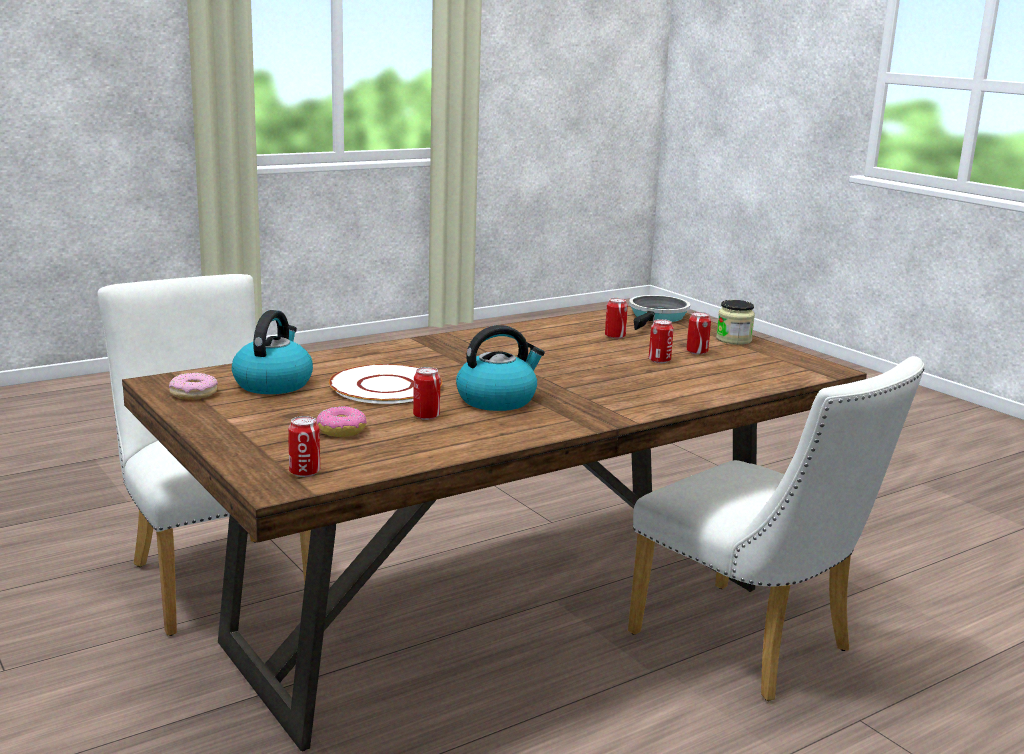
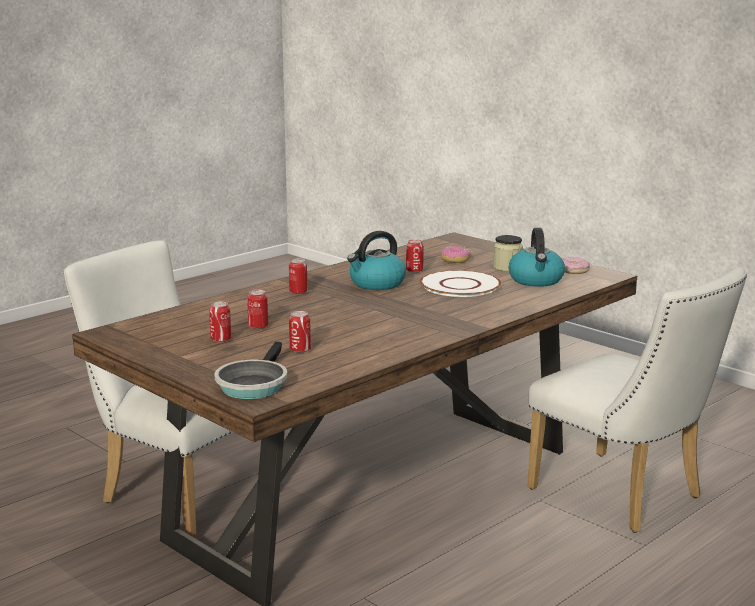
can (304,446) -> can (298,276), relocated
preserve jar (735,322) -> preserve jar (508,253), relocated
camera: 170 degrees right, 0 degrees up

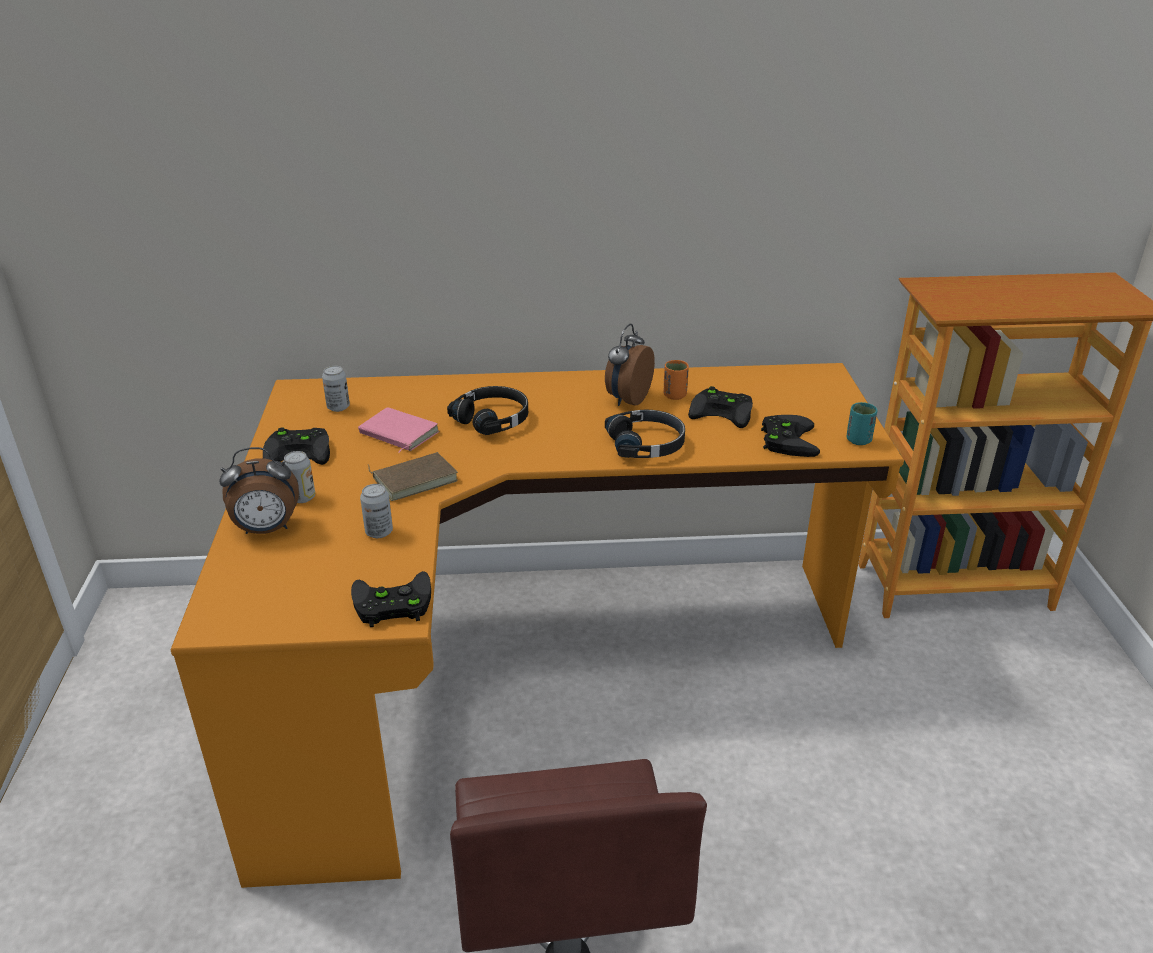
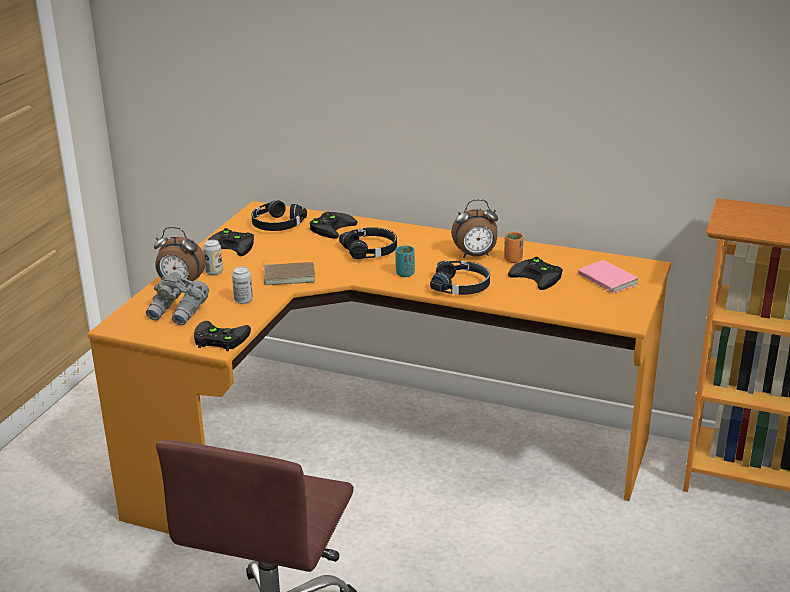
none -> field glasses in greyish (177,298)
volume in pink-coloured (399,430) -> volume in pink-coloured (608,276), relocated
game controller in black-coloured (790,436) -> game controller in black-coloured (333,225), relocated
small cup in turquoise-coloured (862,423) -> small cup in turquoise-coloured (405,261), relocated
can (336,389) -> headphones in black-coloured (279,215)
table clock (630,365) -> table clock (474,228), 150 degrees counterclockwise
camera: 25 degrees right, 5 degrees down

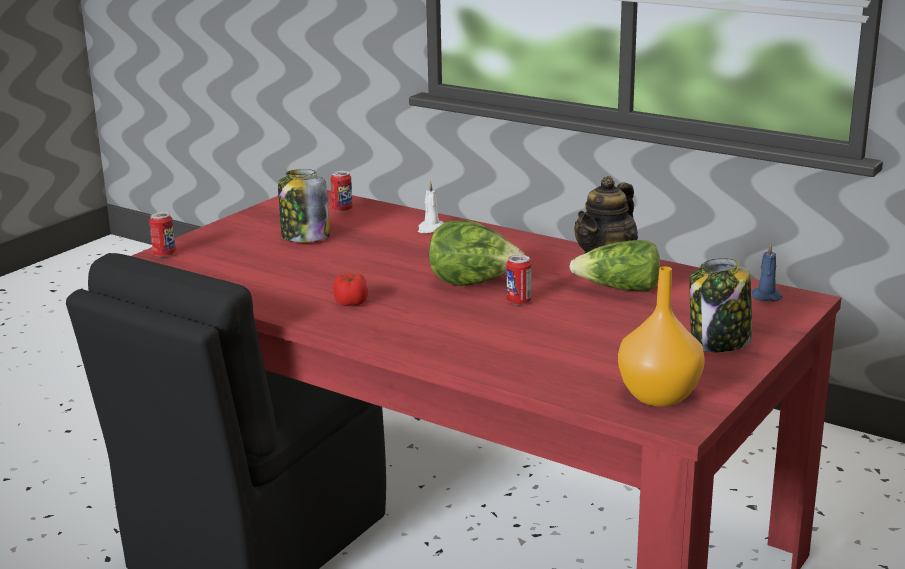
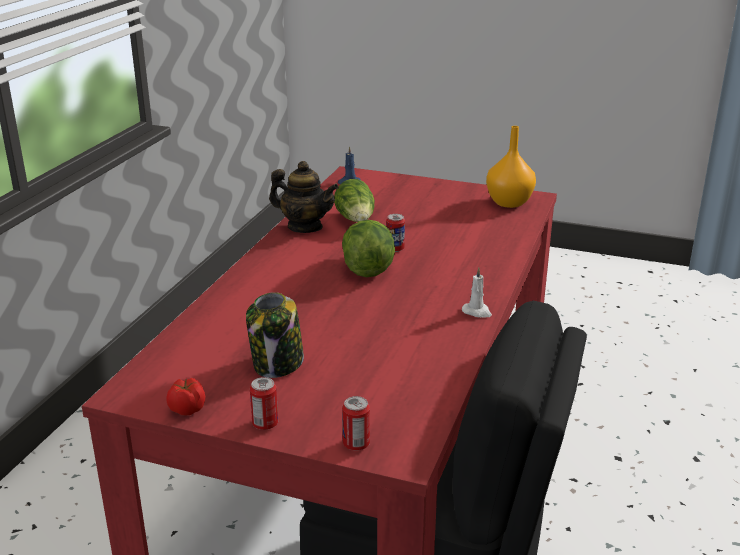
preserve jar (721,305) -> none
can (341,191) -> can (264,403), relocated
whole tomato (350,289) -> whole tomato (186,397), relocated
candle in whitish (431,207) -> candle in whitish (477,293), relocated
camera: 105 degrees left, 5 degrees up

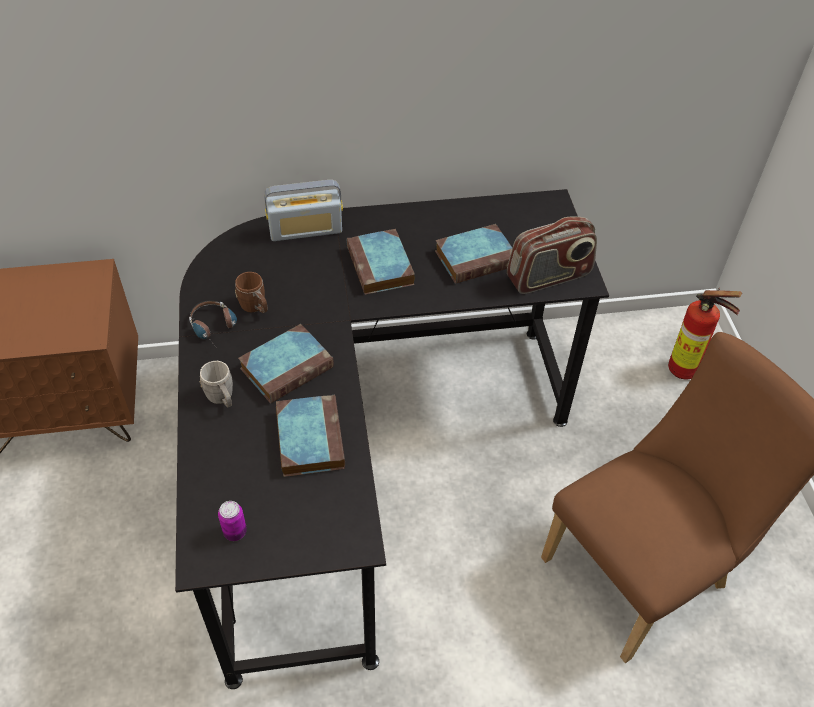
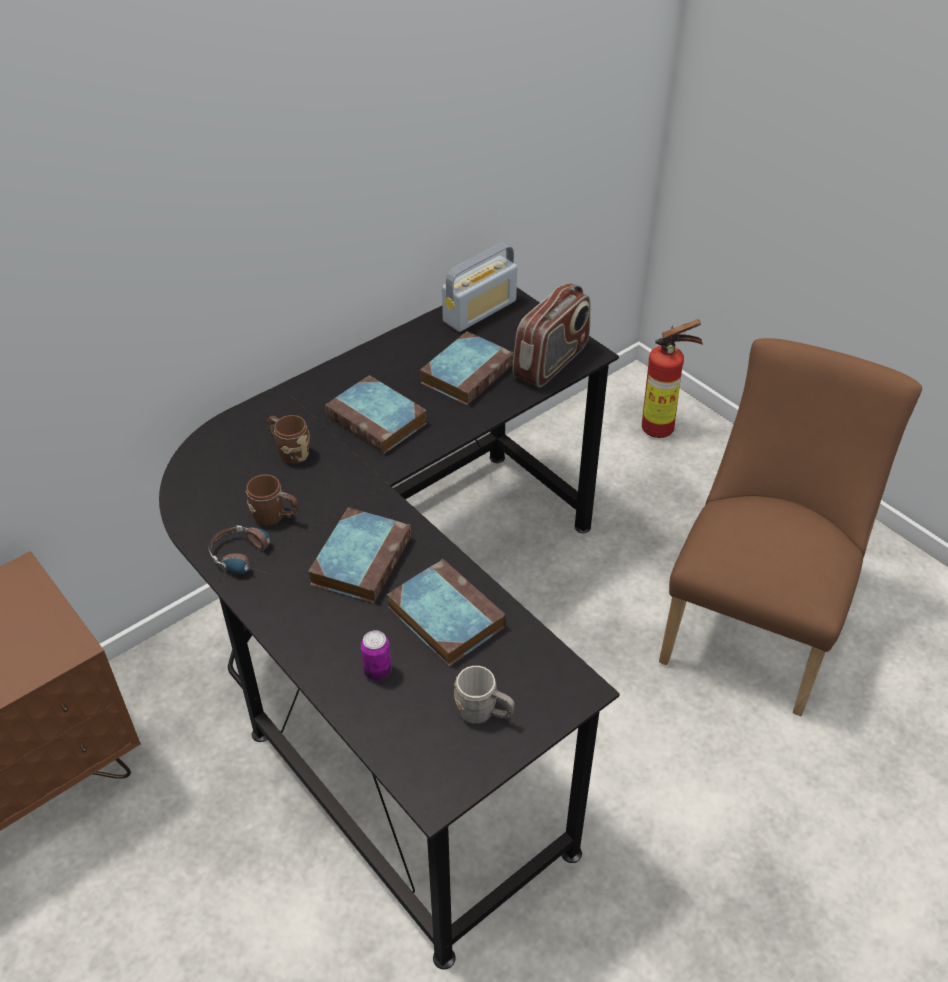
none -> coffee mug in brownish (288,439)
coffee mug in greyish (216,384) -> coffee mug in greyish (484,695), relocated
can (232,521) -> can (376,655), relocated
radio set (303,210) -> radio set (479,287), relocated
camera: 30 degrees left, 5 degrees down

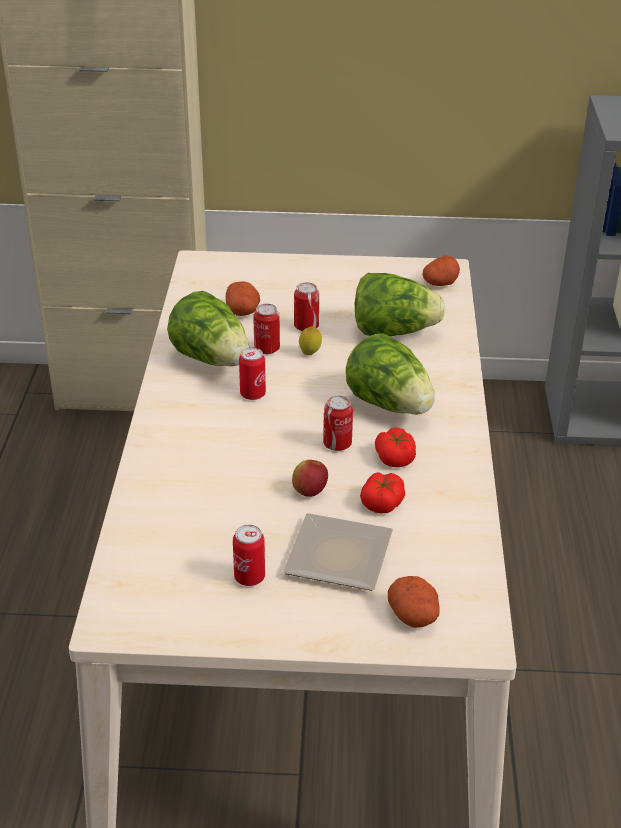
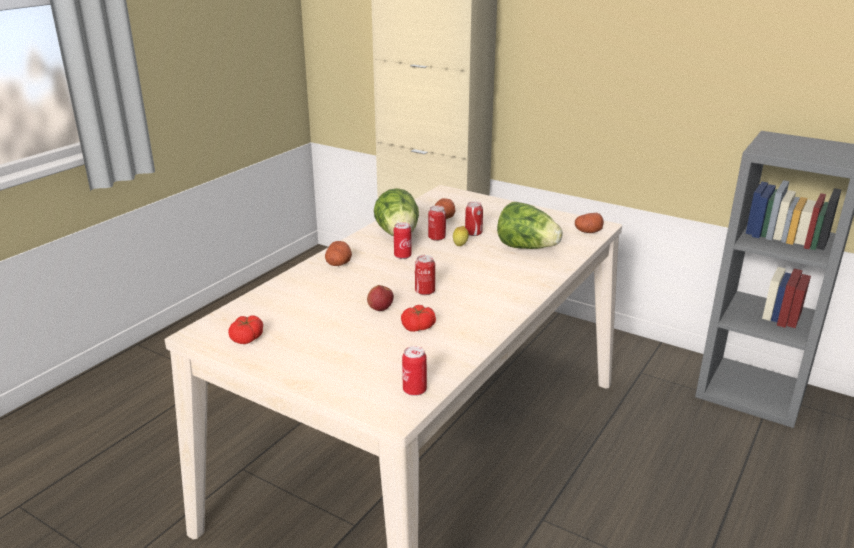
plate (338,552) -> none
head of lettuce (390,374) -> none
can (249,555) -> can (414,371), relocated
whole tomato (395,447) -> whole tomato (245,329), relocated
whole potato (414,602) -> whole potato (338,253), relocated
camera: 30 degrees right, 10 degrees down

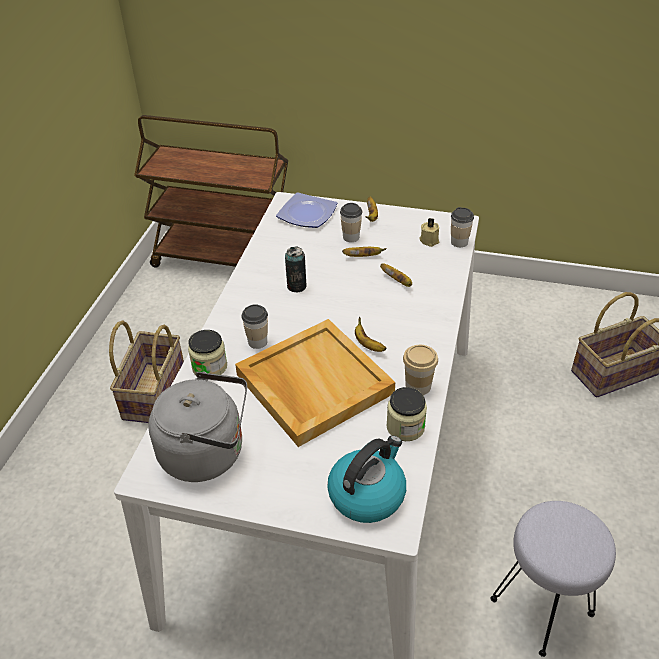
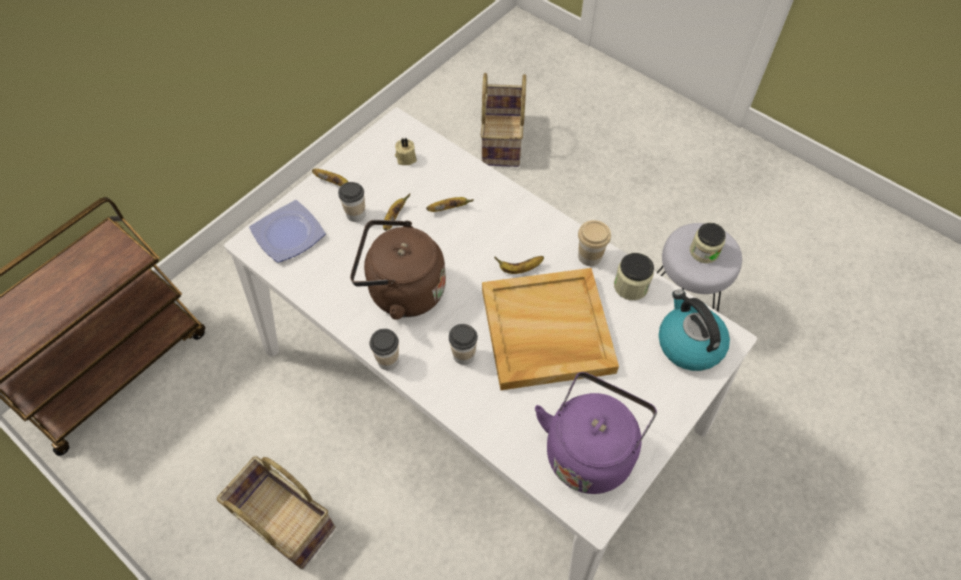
preserve jar (207,352) -> preserve jar (708,243), relocated
small cup (462,227) -> small cup (384,349), relocated
can (295,269) -> kettle in brownish (398,270)
kettle in greyish (197,426) -> kettle in purple (596,433)
camera: 65 degrees left, 15 degrees up

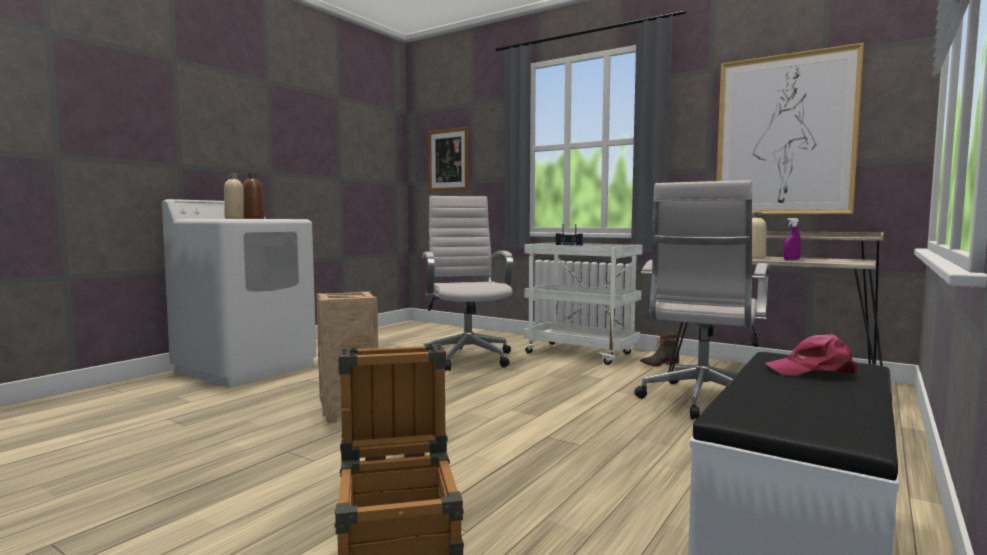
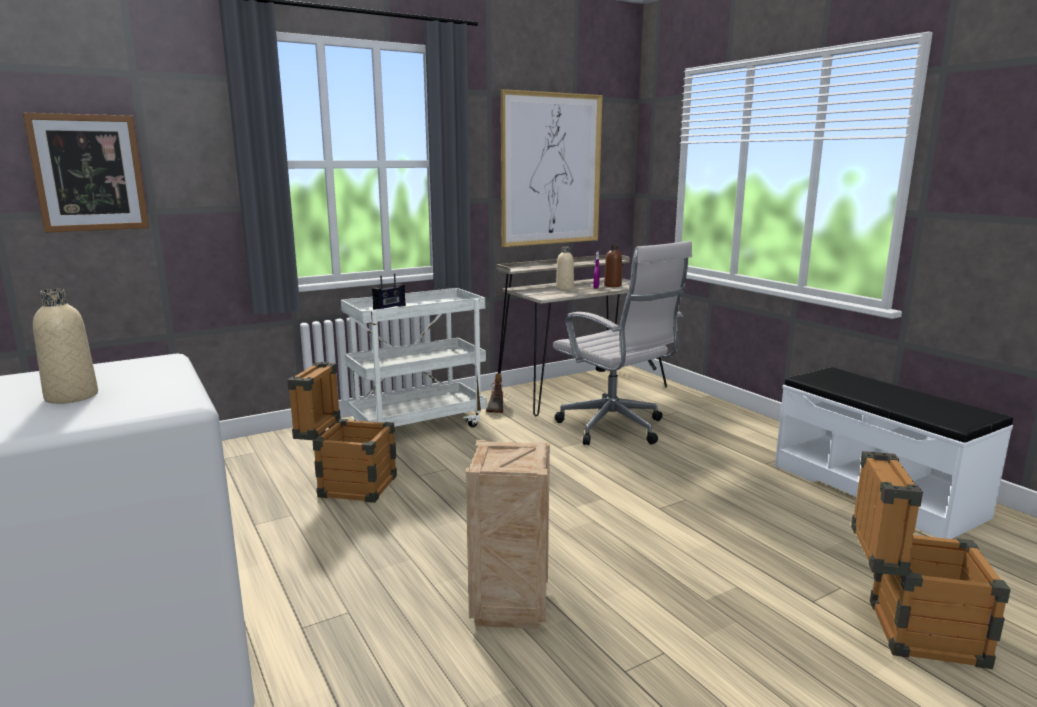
cap in pink-coloured (811,355) -> none
bottle in brownish (253,196) -> bottle in brownish (613,265), relocated
office chair in whitish (467,283) -> shipping crate (342,432)
camera: 65 degrees left, 10 degrees up

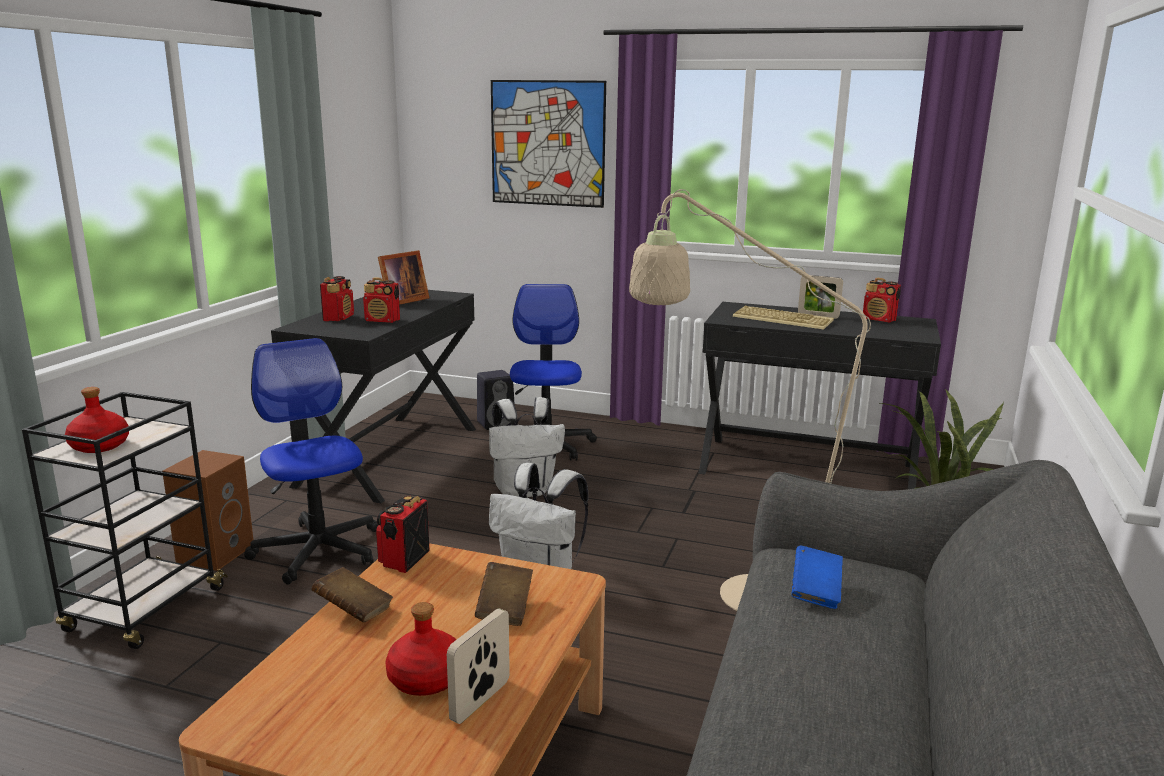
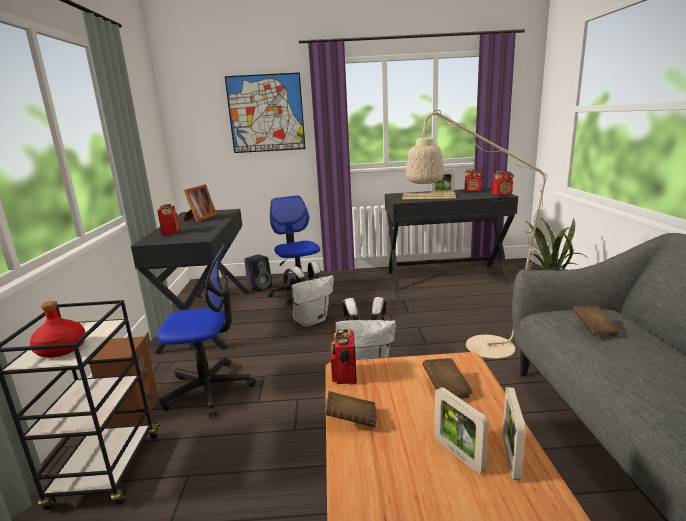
radio set (381,300) -> radio set (503,183), relocated
bottle in red-coloured (420,649) -> standing frame (461,430)
volume in blue-coloured (817,577) -> volume in brownish (596,321)
office chair (311,461) -> office chair (206,331), 135 degrees clockwise
camera: 20 degrees left, 0 degrees up

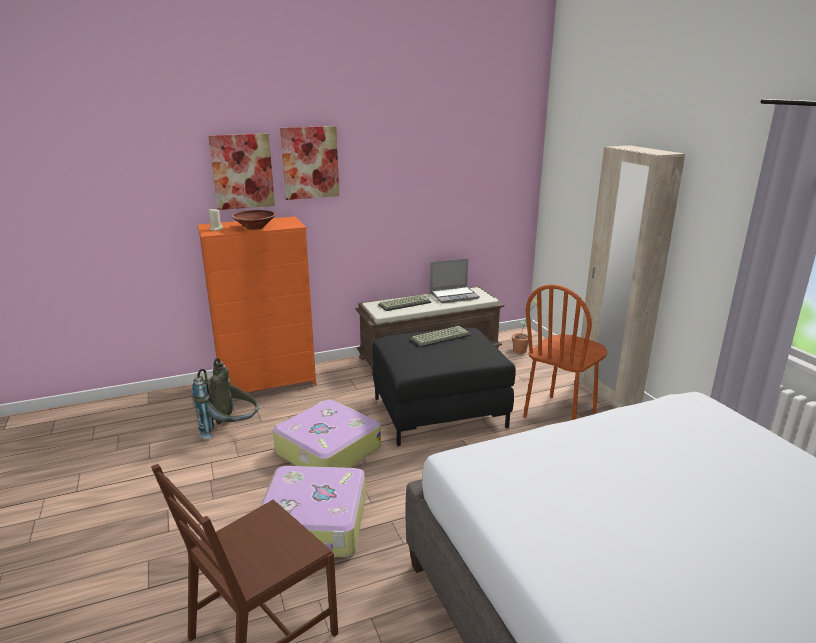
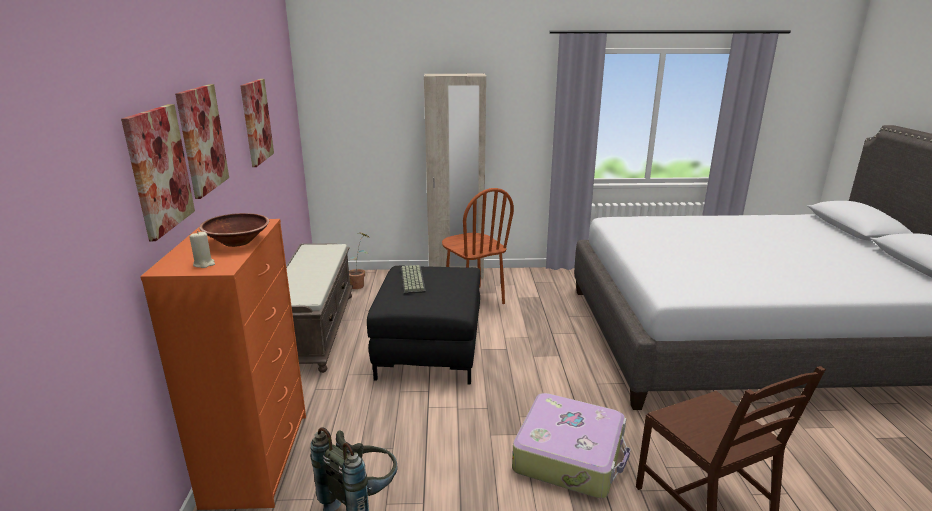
travel case (327,434) -> none
PC keyboard (405,303) -> none
laptop (455,280) -> none
none -> wall art (257,123)
camera: 70 degrees left, 0 degrees up

